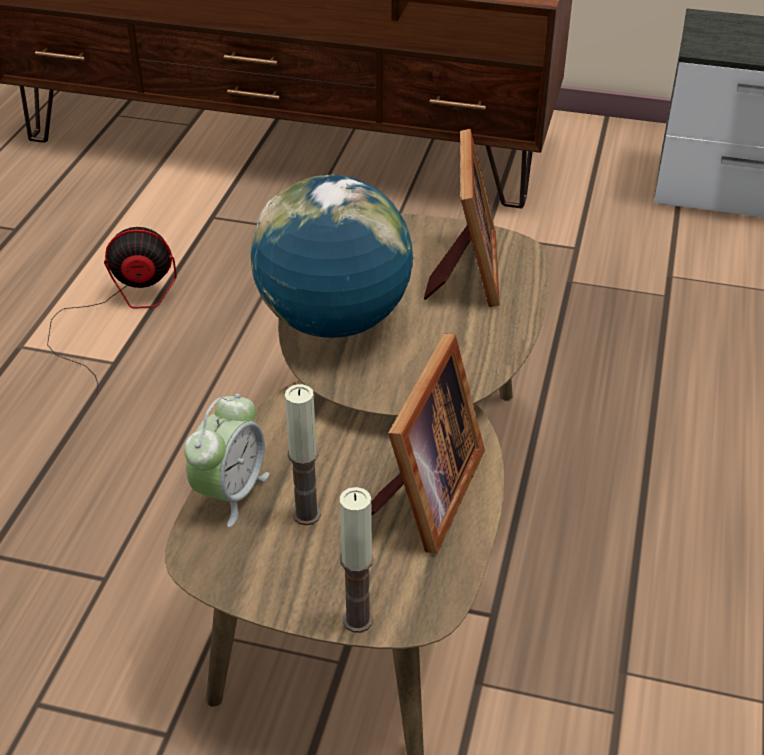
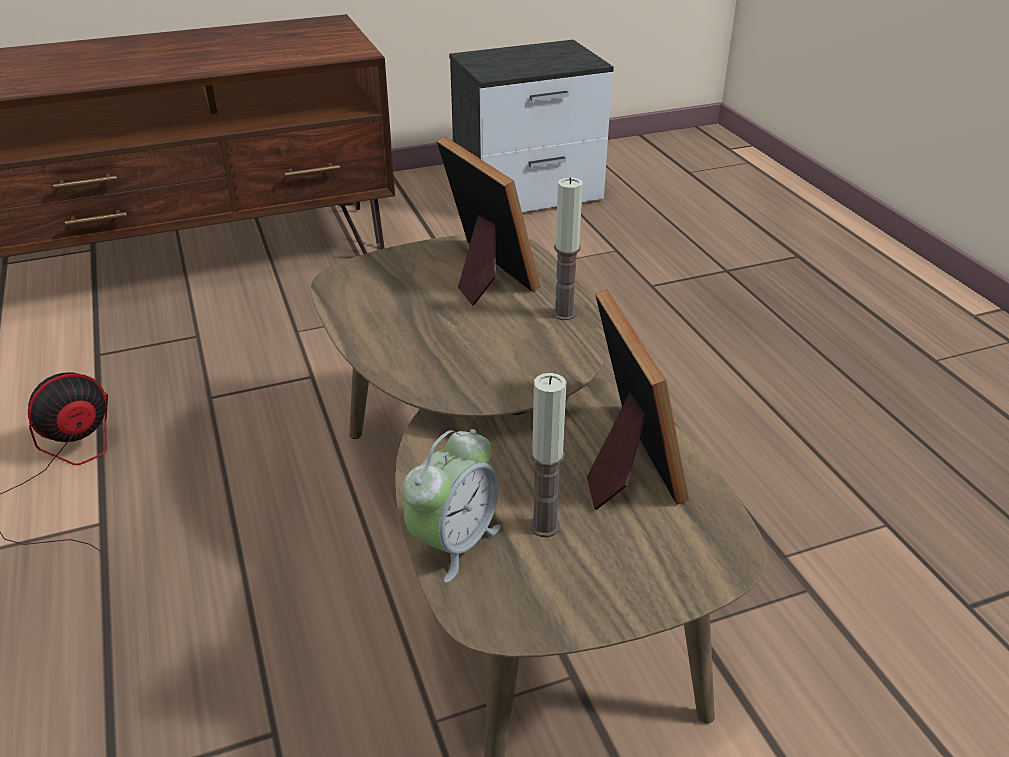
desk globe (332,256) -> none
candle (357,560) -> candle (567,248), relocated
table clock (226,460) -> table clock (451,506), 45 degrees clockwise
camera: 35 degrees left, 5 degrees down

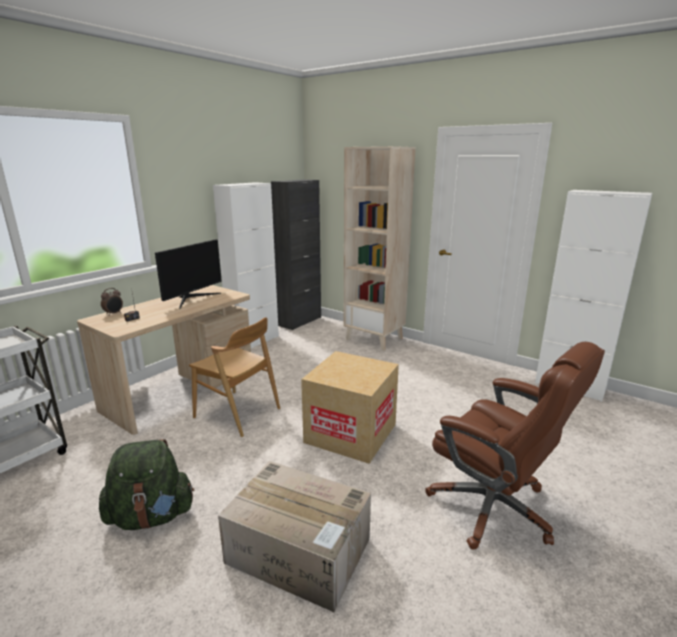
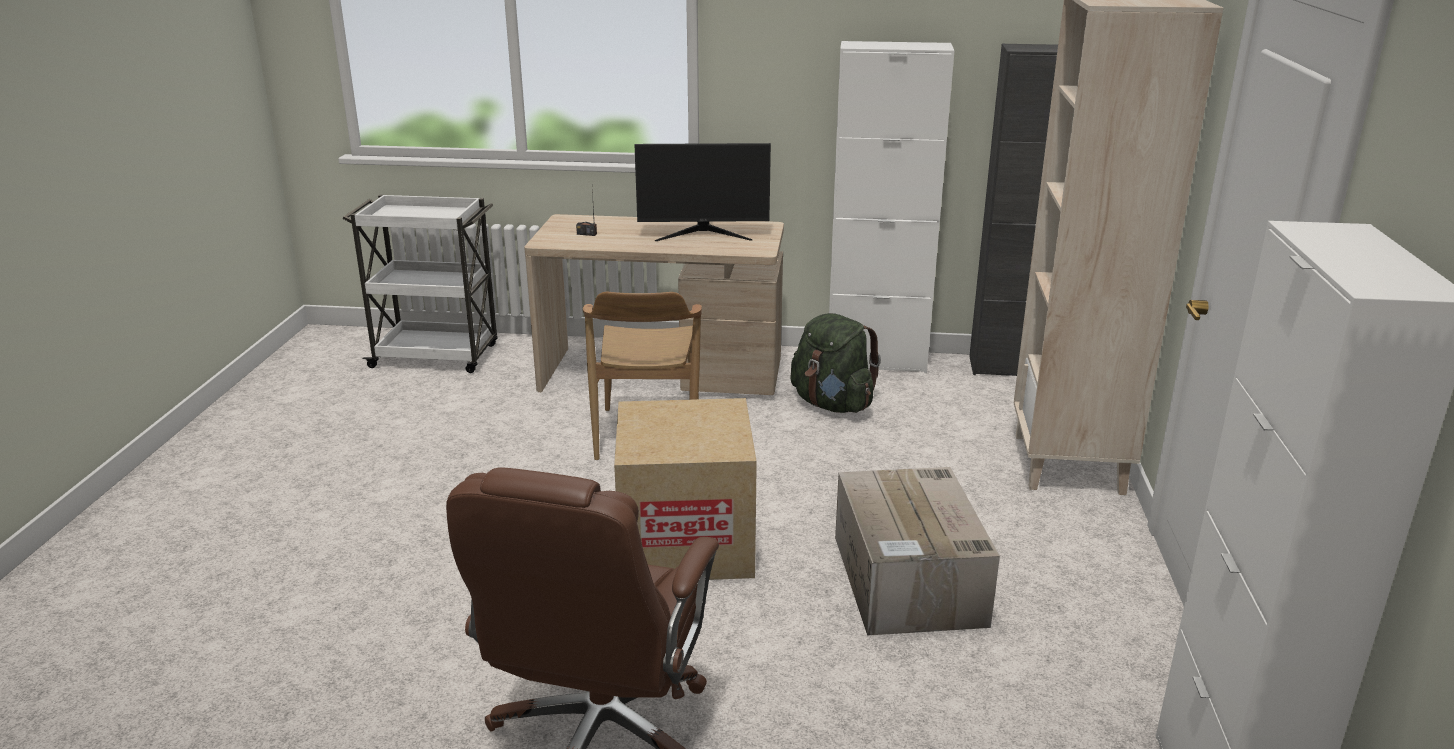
table clock (112,302) -> none
rucksack in greenish (147,484) -> rucksack in greenish (835,363), relocated
packing box (294,536) -> packing box (917,551), relocated
camera: 60 degrees right, 5 degrees up

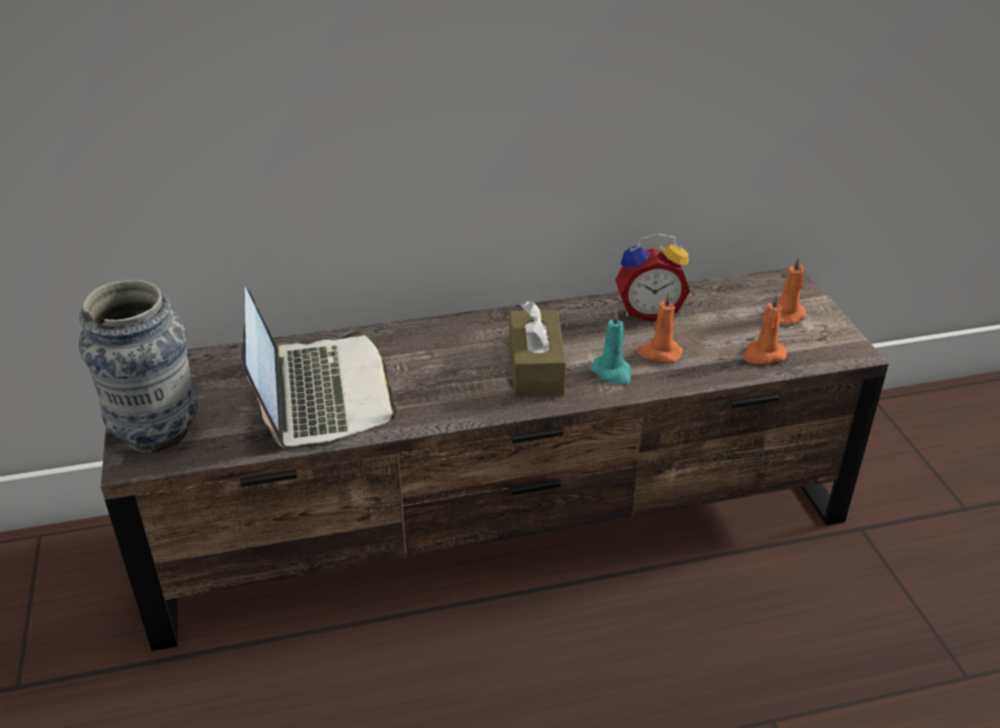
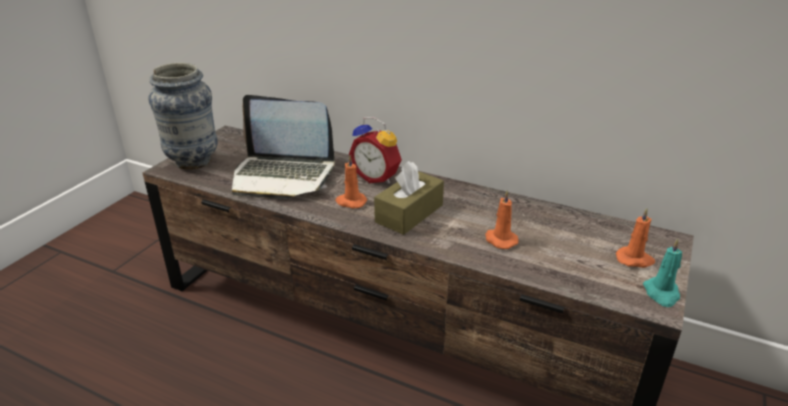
candle in turquoise-coloured (611,347) -> candle in turquoise-coloured (662,273), relocated
table clock (652,277) -> table clock (375,150), relocated
candle in orangey (764,328) -> candle in orangey (351,182), relocated
laptop (319,367) -> laptop (283,147), 75 degrees clockwise
camera: 40 degrees right, 5 degrees down

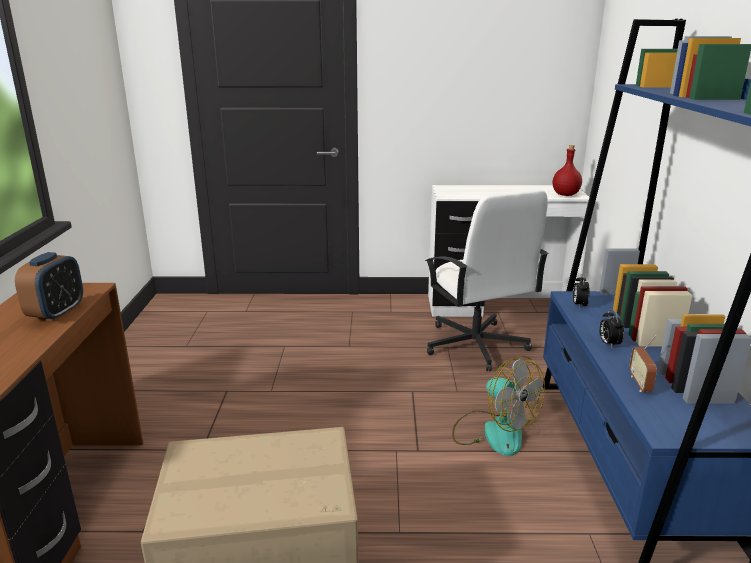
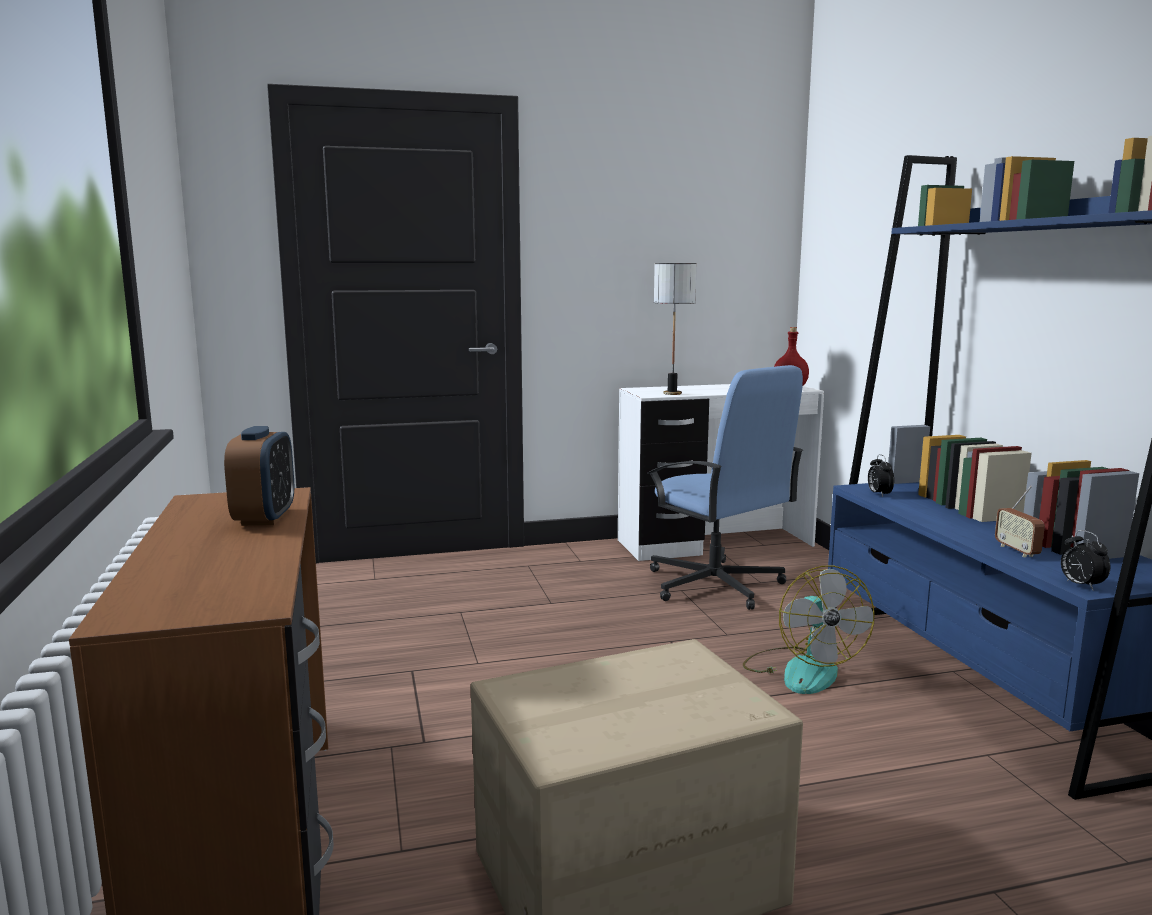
none -> tabletop lamp (675,329)
table clock (611,328) -> table clock (1085,560), relocated
office chair in whitish (487,280) -> office chair in blue-coloured (725,487)
fan (498,406) -> fan (808,629), 45 degrees clockwise
camera: 15 degrees left, 10 degrees down

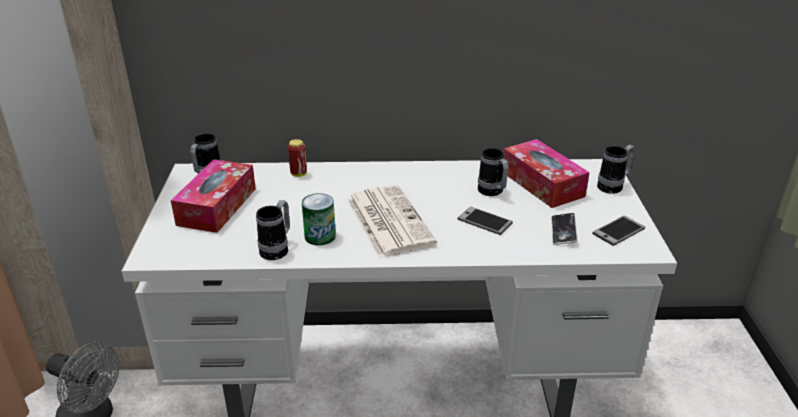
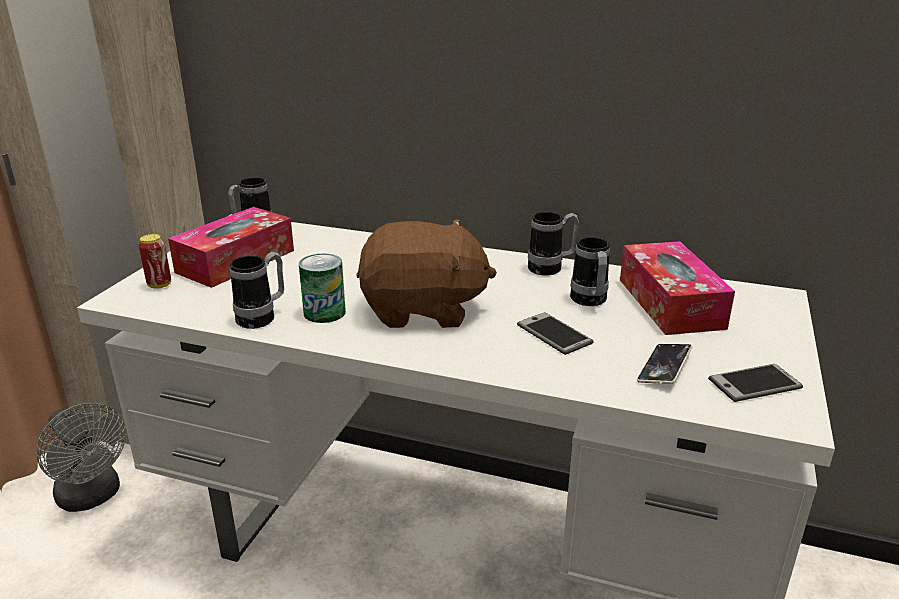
can (297,158) -> can (155,261), relocated
coffee mug (616,169) -> coffee mug (553,244), relocated
printed paper (392,221) -> cuddly toy in brownish (426,273)
camera: 20 degrees right, 5 degrees down

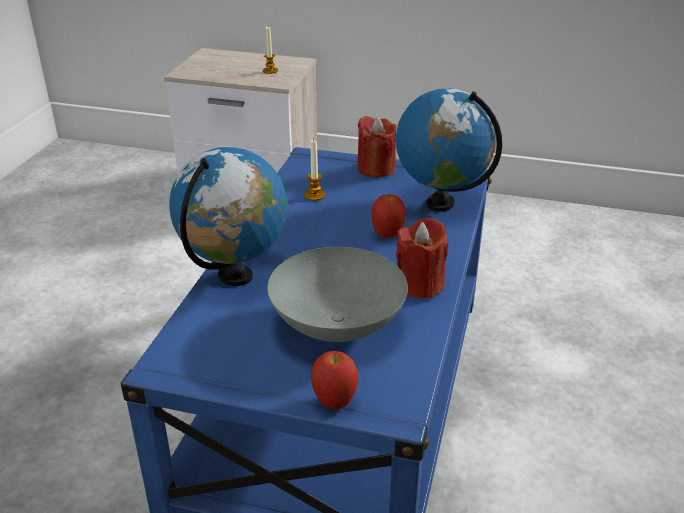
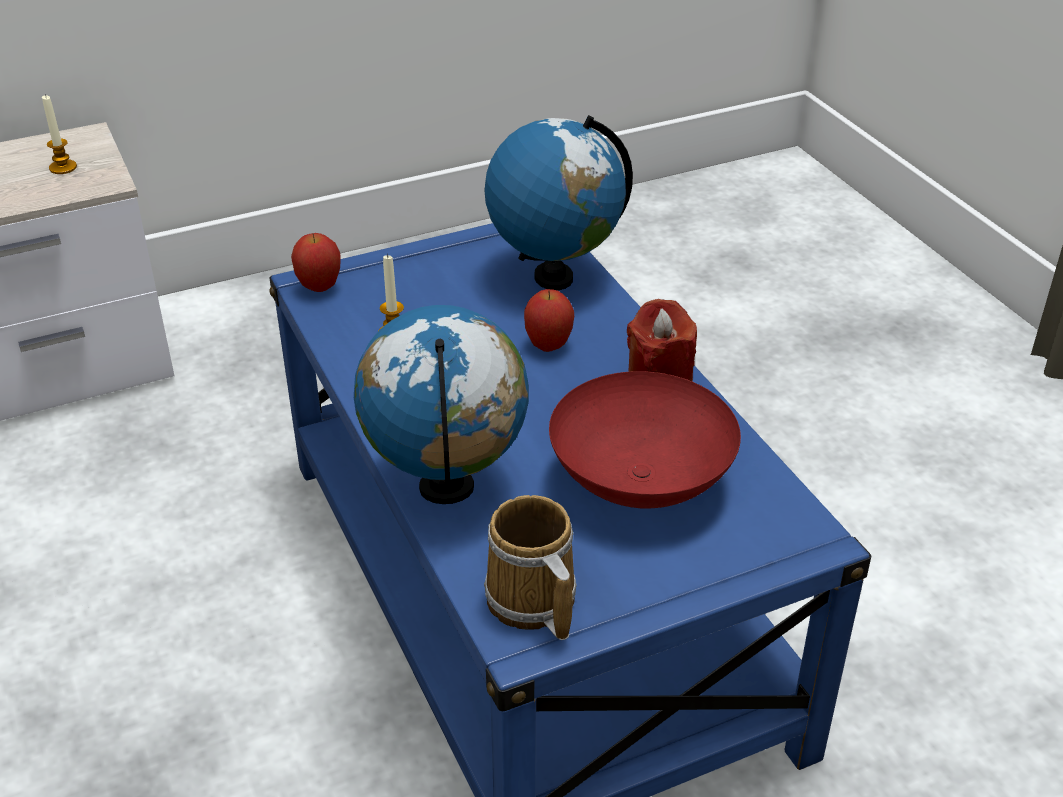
candle in red-coloured (377,147) -> none
none -> coffee mug (530,567)
apple fruit (334,380) -> apple fruit (316,262), relocated
serving bowl in greyish (337,294) -> serving bowl in red-coloured (645,439)
camera: 40 degrees left, 5 degrees up

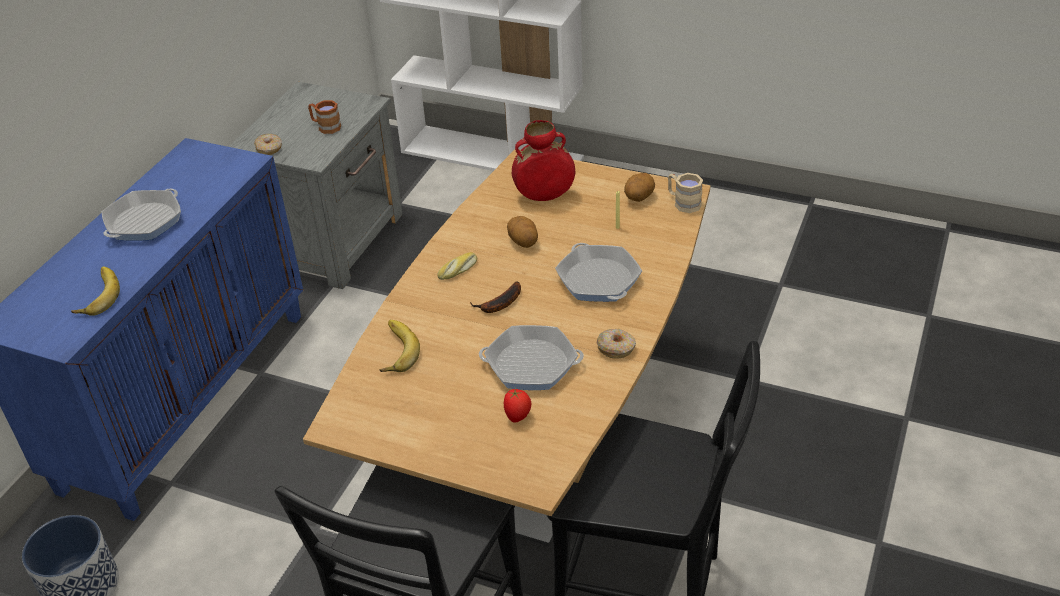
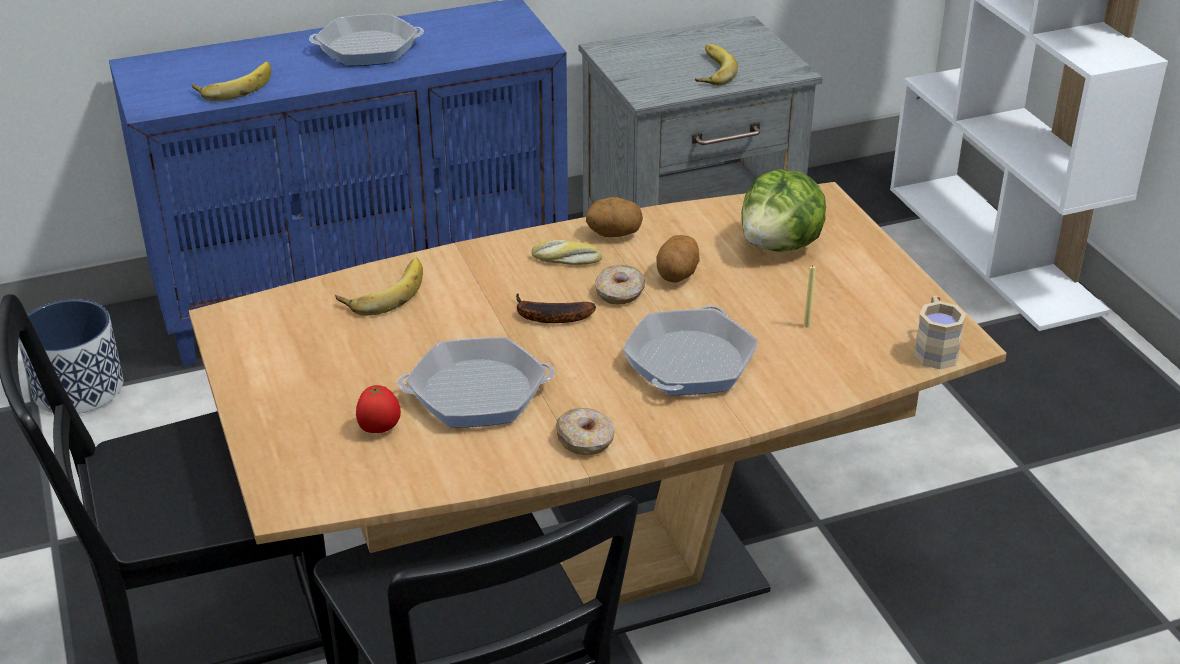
ring doughnut (268,144) -> ring doughnut (619,284), relocated
whole potato (639,187) -> whole potato (614,217), relocated
coffee mug in brownish (324,117) -> banana fruit (716,65)
vase in red-coloured (543,160) -> head of lettuce (783,210)
frying pan (531,357) -> frying pan (476,382), 120 degrees clockwise
camera: 45 degrees right, 5 degrees down

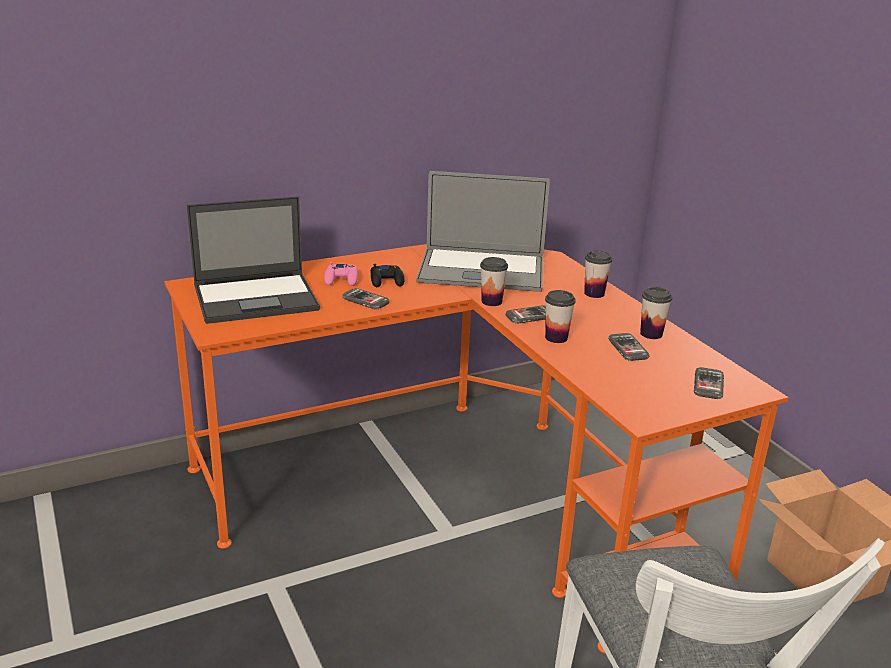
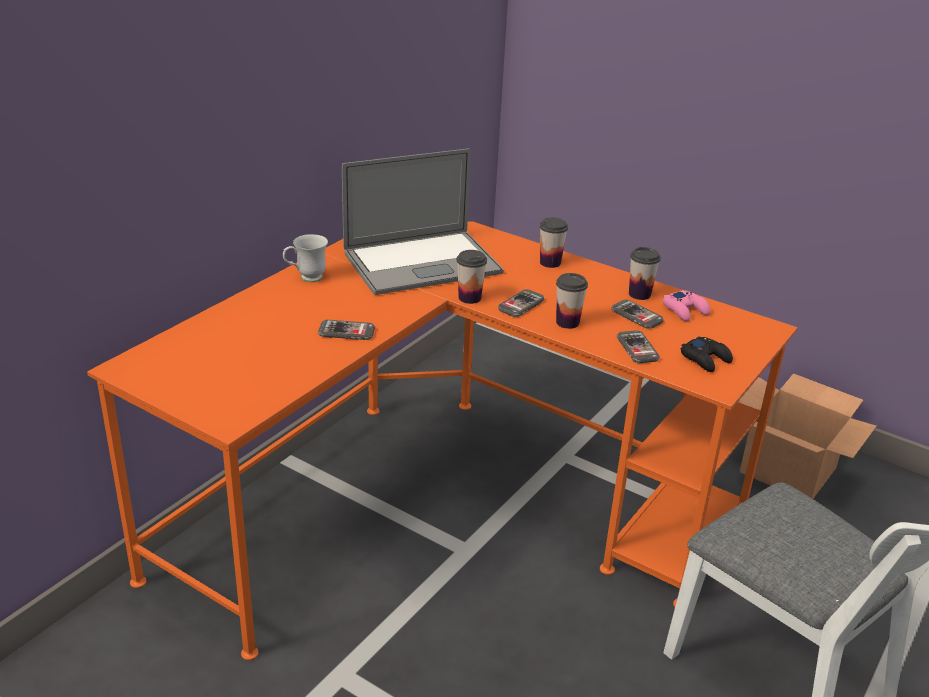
laptop (253,260) -> none
none -> coffee mug in whitish (305,258)
game controller in pink-coloured (341,274) -> game controller in pink-coloured (686,305), relocated
game controller in black-coloured (387,275) -> game controller in black-coloured (706,354), relocated
handset (709,383) -> handset (638,346), relocated
camera: 30 degrees left, 5 degrees up

